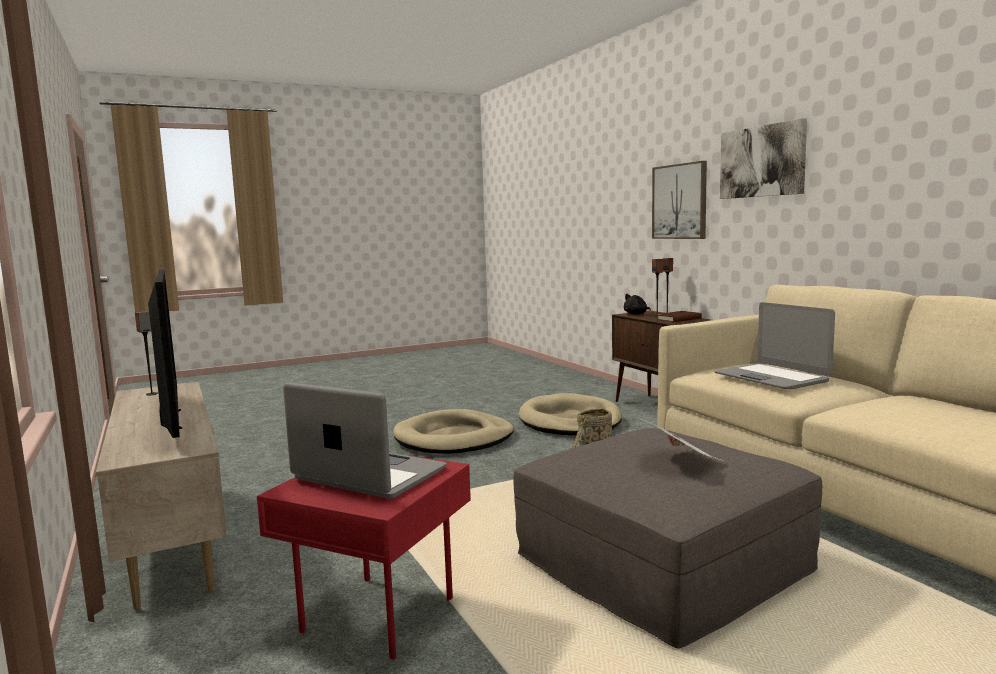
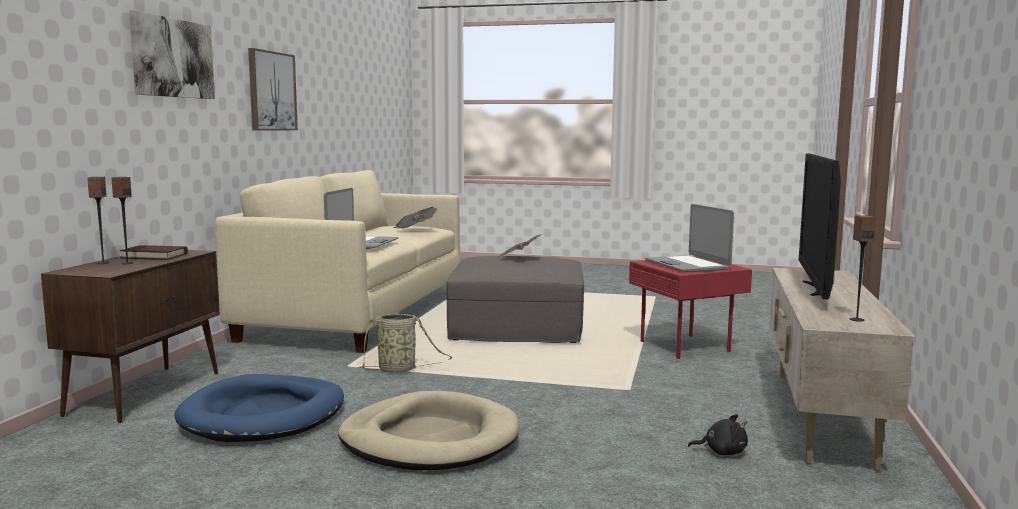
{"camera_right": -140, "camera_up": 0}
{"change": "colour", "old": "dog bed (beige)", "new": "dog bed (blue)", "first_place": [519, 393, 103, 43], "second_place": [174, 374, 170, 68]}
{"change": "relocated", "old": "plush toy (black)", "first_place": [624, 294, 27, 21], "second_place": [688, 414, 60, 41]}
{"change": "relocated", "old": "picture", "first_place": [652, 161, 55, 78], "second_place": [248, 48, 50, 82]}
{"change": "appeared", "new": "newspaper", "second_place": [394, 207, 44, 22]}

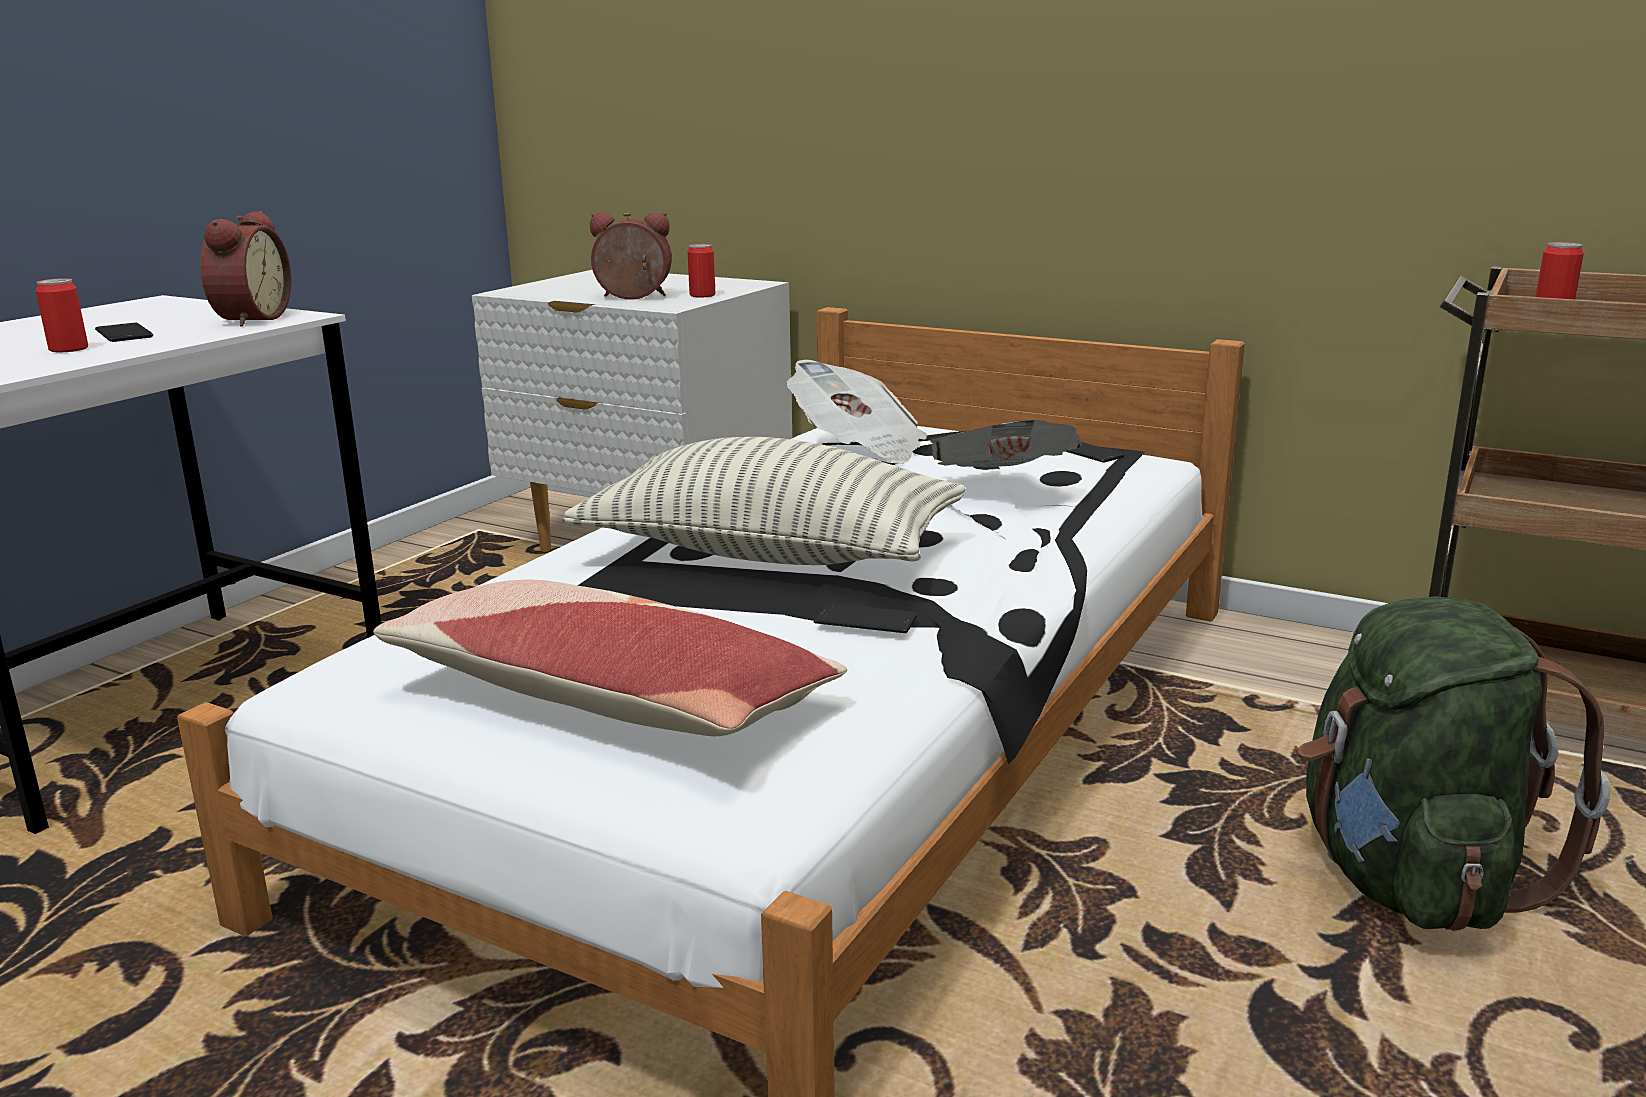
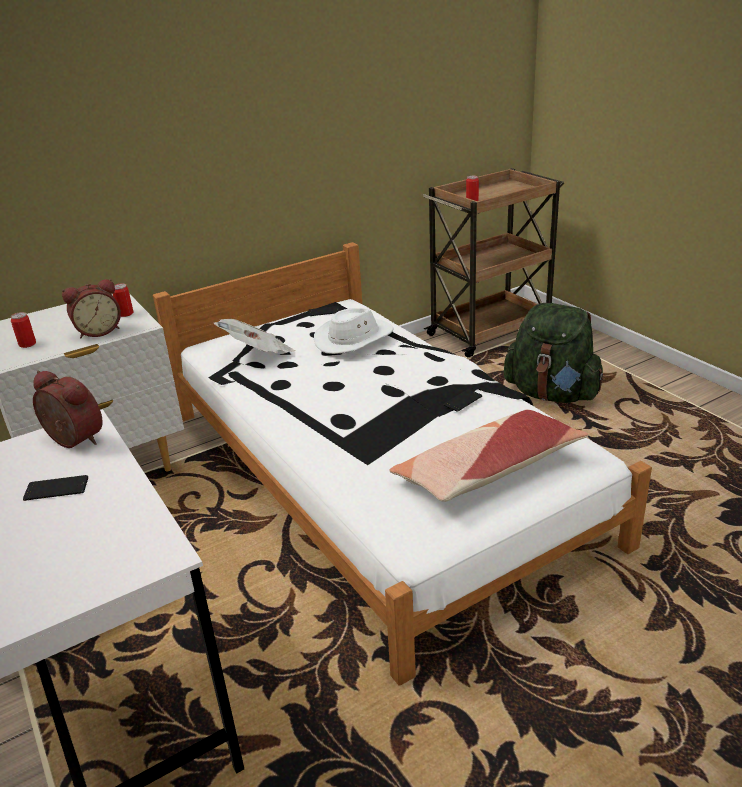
{"camera_right": -60, "camera_up": 10}
{"change": "relocated", "old": "can", "first_place": [36, 278, 52, 75], "second_place": [11, 312, 25, 36]}
{"change": "missing", "old": "pillow", "first_place": [563, 437, 402, 128]}
{"change": "spun", "old": "alarm clock", "first_place": [590, 212, 82, 88], "second_place": [62, 279, 59, 60], "degrees": -150}
{"change": "exchanged", "old": "newspaper", "new": "hat (white)", "first_place": [930, 420, 152, 47], "second_place": [314, 308, 79, 46]}

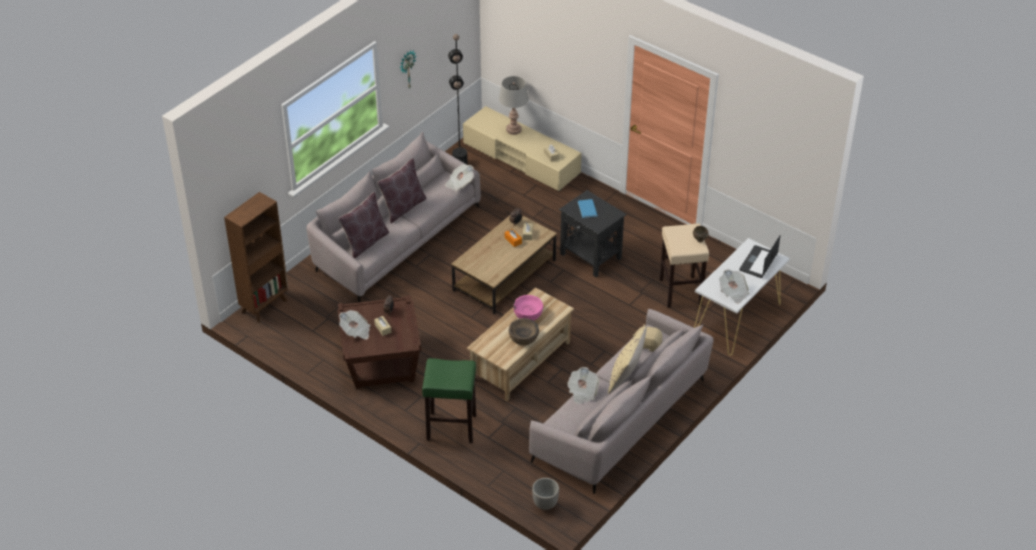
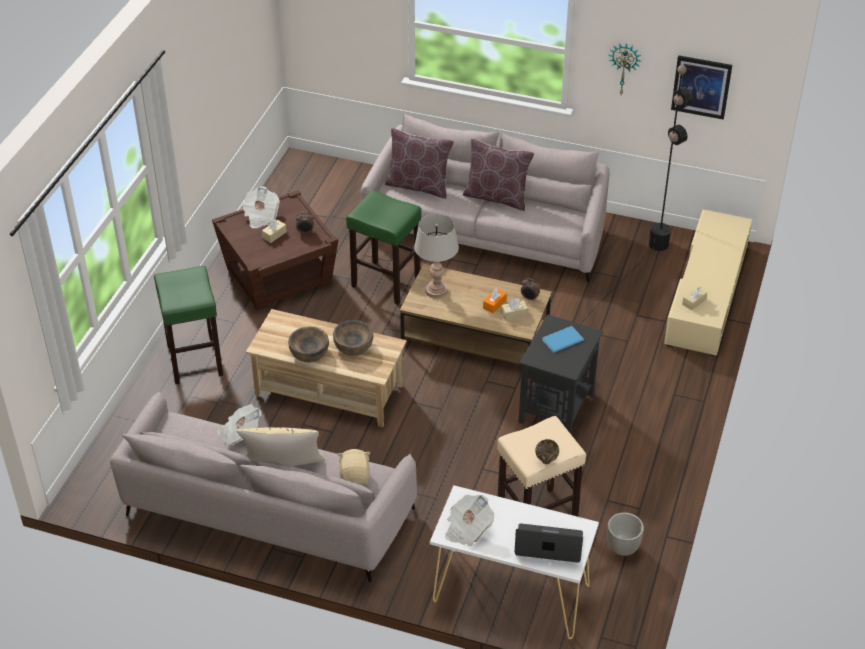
{"camera_right": 70, "camera_up": 0}
{"change": "missing", "old": "bookcase (brown)", "first_place": [224, 192, 64, 131]}
{"change": "missing", "old": "newspaper", "first_place": [445, 164, 29, 27]}
{"change": "relocated", "old": "table lamp (grey)", "first_place": [499, 76, 30, 59], "second_place": [414, 214, 45, 85]}
{"change": "colour", "old": "bowl (pink)", "new": "bowl (brown)", "first_place": [513, 295, 30, 26], "second_place": [333, 320, 40, 36]}
{"change": "relocated", "old": "planter", "first_place": [532, 478, 27, 32], "second_place": [607, 512, 37, 44]}
{"change": "appeared", "new": "stool (green)", "second_place": [346, 190, 75, 115]}
{"change": "appeared", "new": "picture", "second_place": [671, 55, 61, 65]}

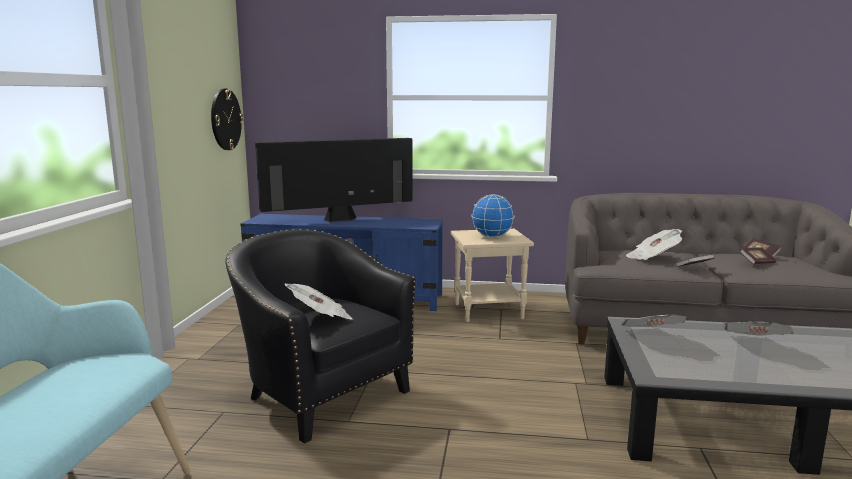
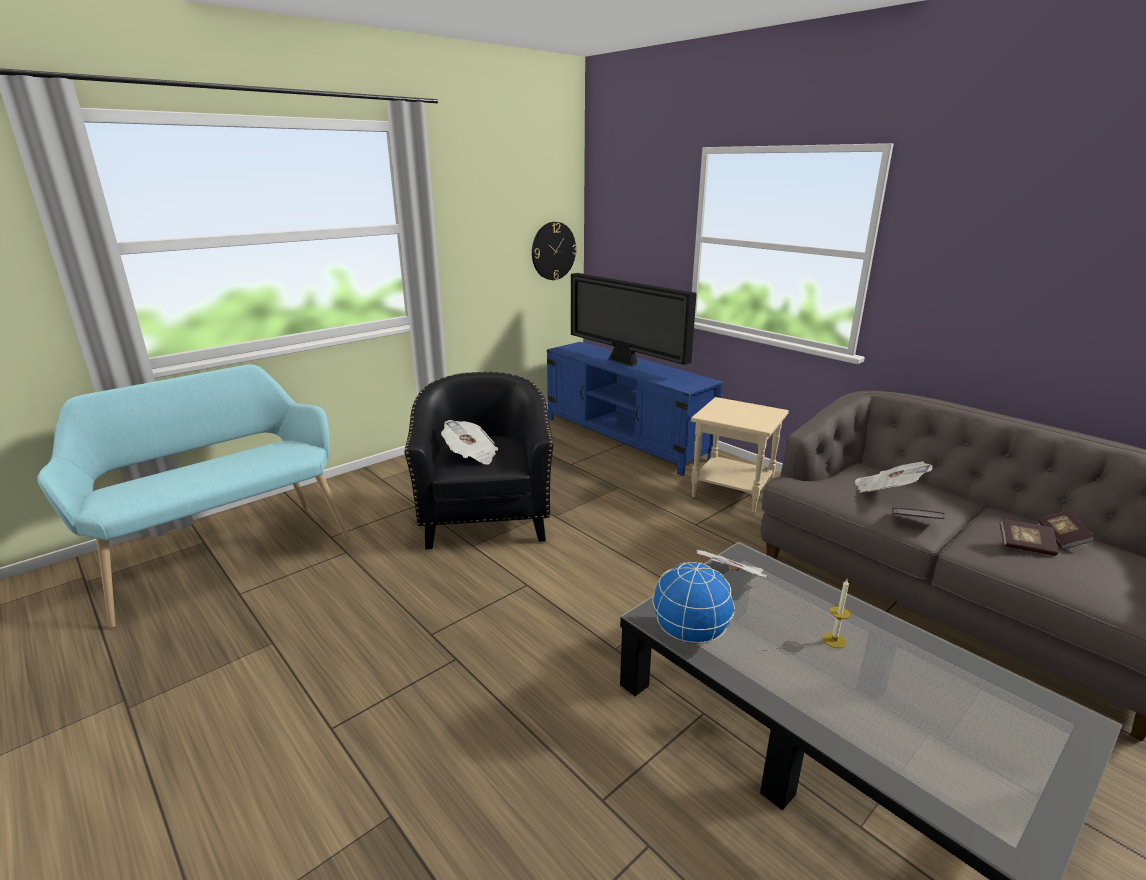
{"camera_right": 40, "camera_up": 10}
{"change": "spun", "old": "television", "first_place": [255, 138, 158, 85], "second_place": [571, 273, 126, 94], "degrees": -150}
{"change": "relocated", "old": "globe", "first_place": [471, 194, 44, 44], "second_place": [652, 562, 83, 82]}
{"change": "exchanged", "old": "newspaper", "new": "candle", "first_place": [723, 322, 71, 14], "second_place": [822, 579, 29, 69]}

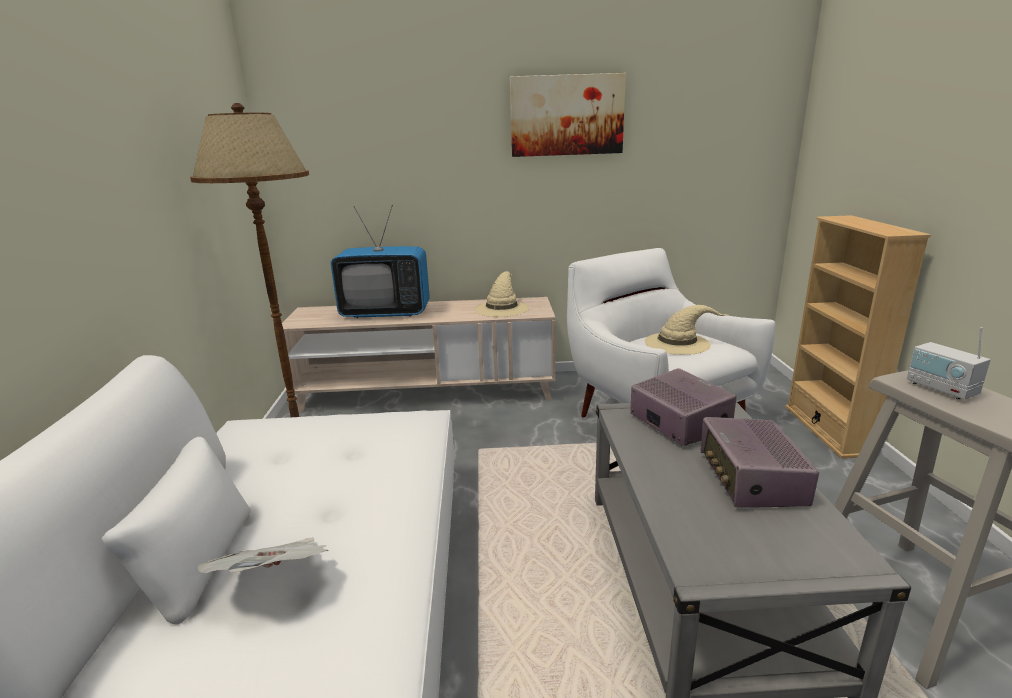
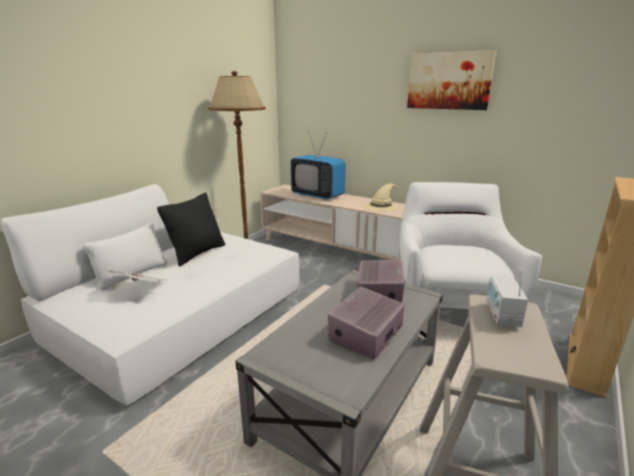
{"camera_right": 35, "camera_up": 0}
{"change": "missing", "old": "hat (beige)", "first_place": [645, 305, 83, 50]}
{"change": "appeared", "new": "pillow (black)", "second_place": [157, 192, 68, 74]}

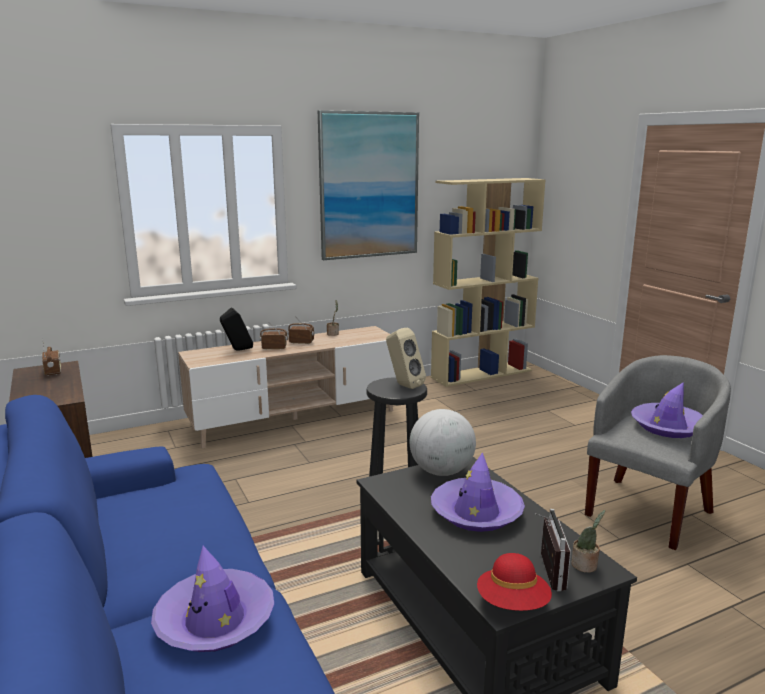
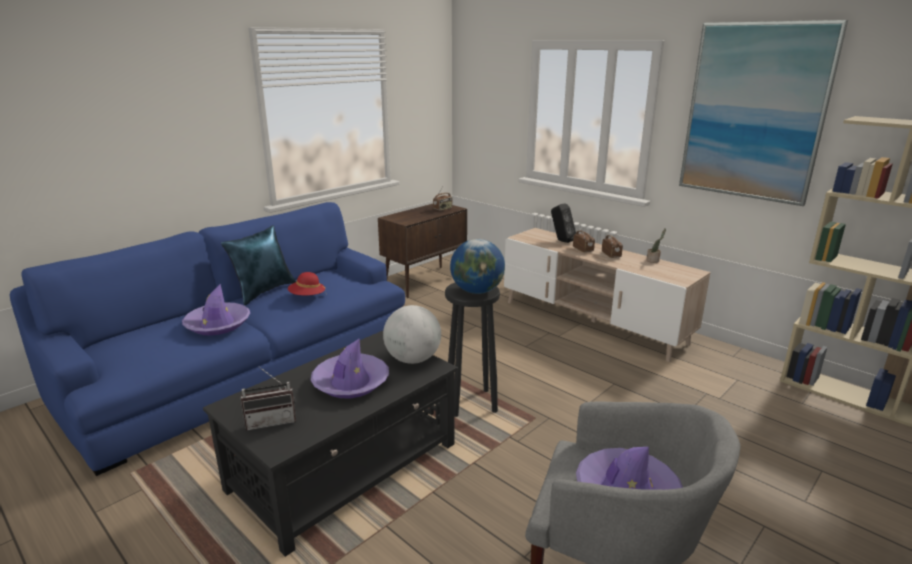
{"camera_right": 70, "camera_up": 5}
{"change": "exchanged", "old": "speaker (beige)", "new": "globe", "first_place": [386, 327, 40, 62], "second_place": [450, 239, 55, 55]}
{"change": "relocated", "old": "hat (red)", "first_place": [477, 553, 75, 58], "second_place": [288, 272, 38, 23]}
{"change": "missing", "old": "potted plant", "first_place": [571, 510, 34, 63]}
{"change": "appeared", "new": "pillow (blue)", "second_place": [221, 225, 75, 80]}

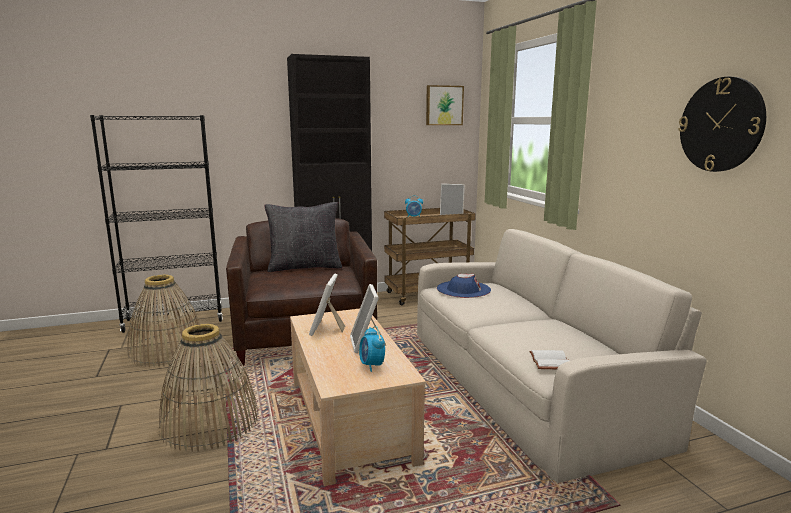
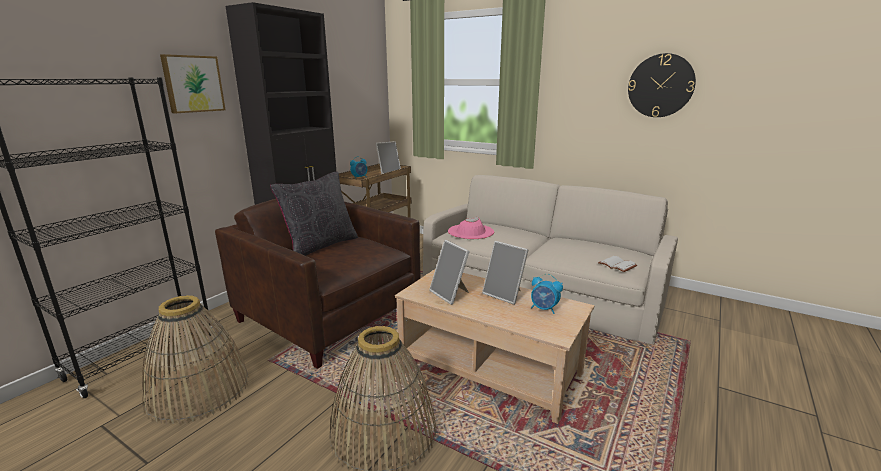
{"camera_right": -40, "camera_up": 5}
{"change": "relocated", "old": "picture", "first_place": [426, 85, 38, 40], "second_place": [160, 54, 66, 59]}
{"change": "colour", "old": "hat (blue)", "new": "hat (pink)", "first_place": [437, 274, 54, 24], "second_place": [448, 217, 46, 22]}

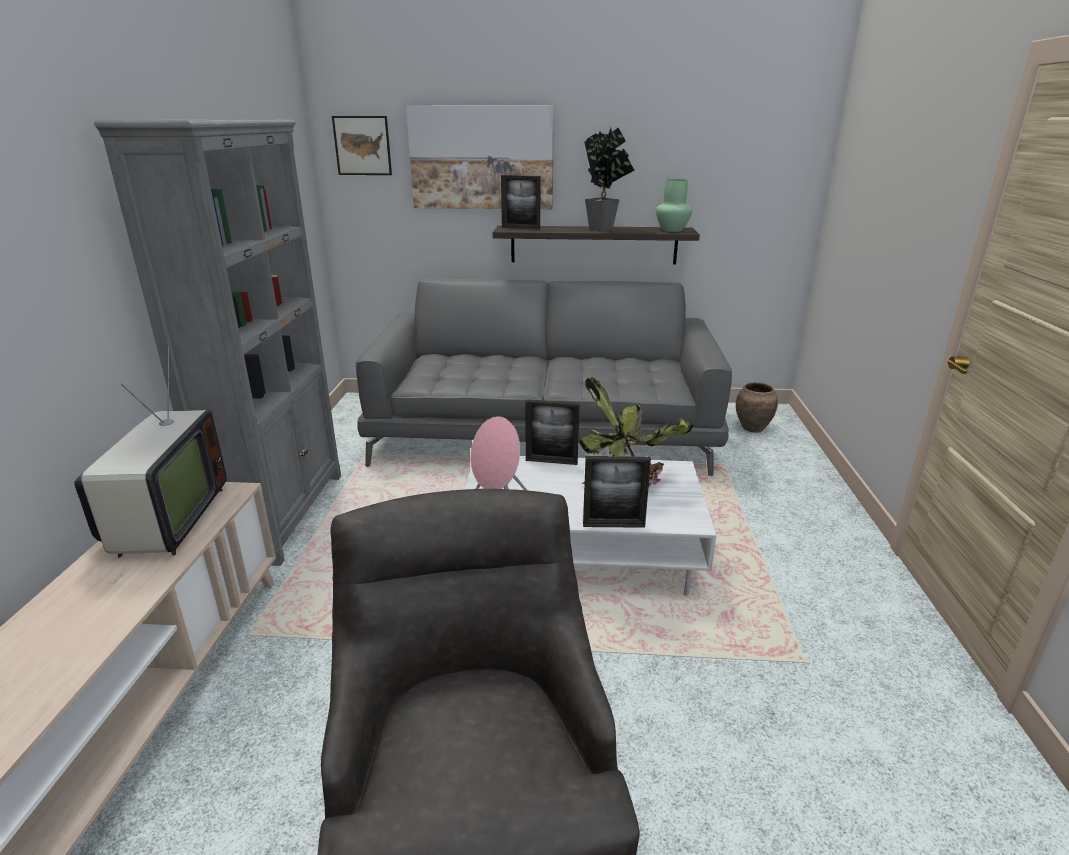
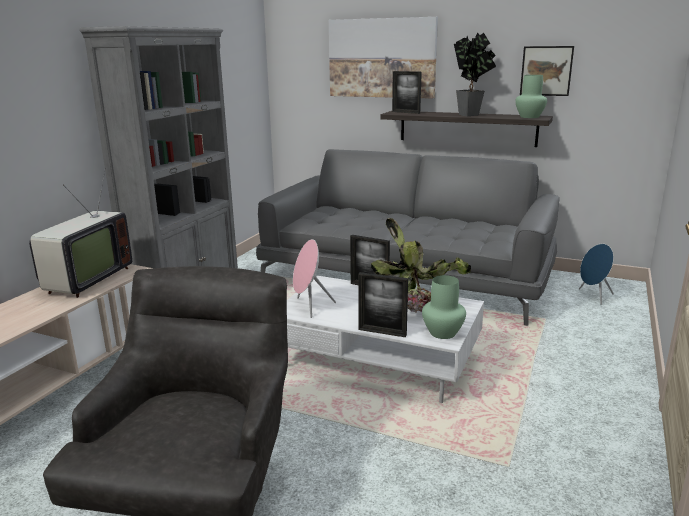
{"camera_right": 20, "camera_up": -5}
{"change": "relocated", "old": "picture", "first_place": [332, 116, 60, 59], "second_place": [520, 46, 54, 50]}
{"change": "exchanged", "old": "vase (brown)", "new": "speaker (blue)", "first_place": [736, 382, 42, 51], "second_place": [579, 244, 35, 61]}
{"change": "appeared", "new": "vase (green)", "second_place": [422, 275, 44, 64]}

